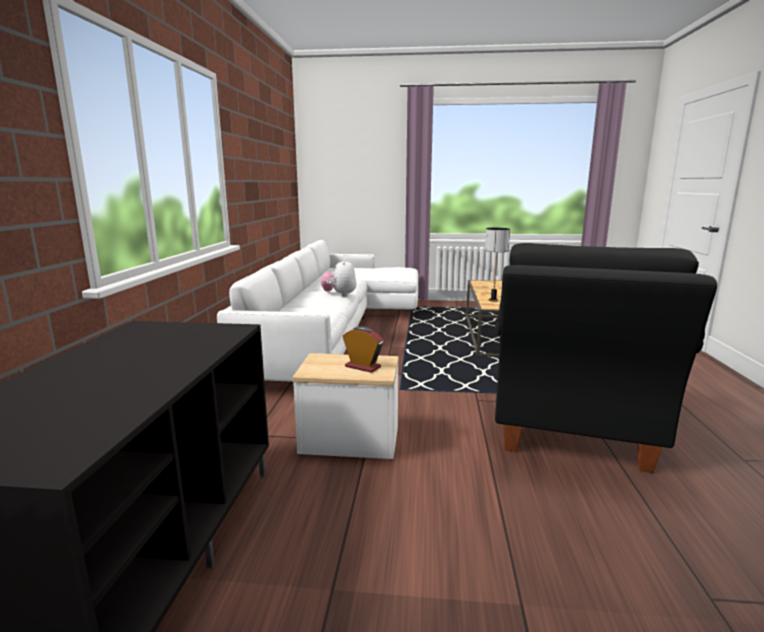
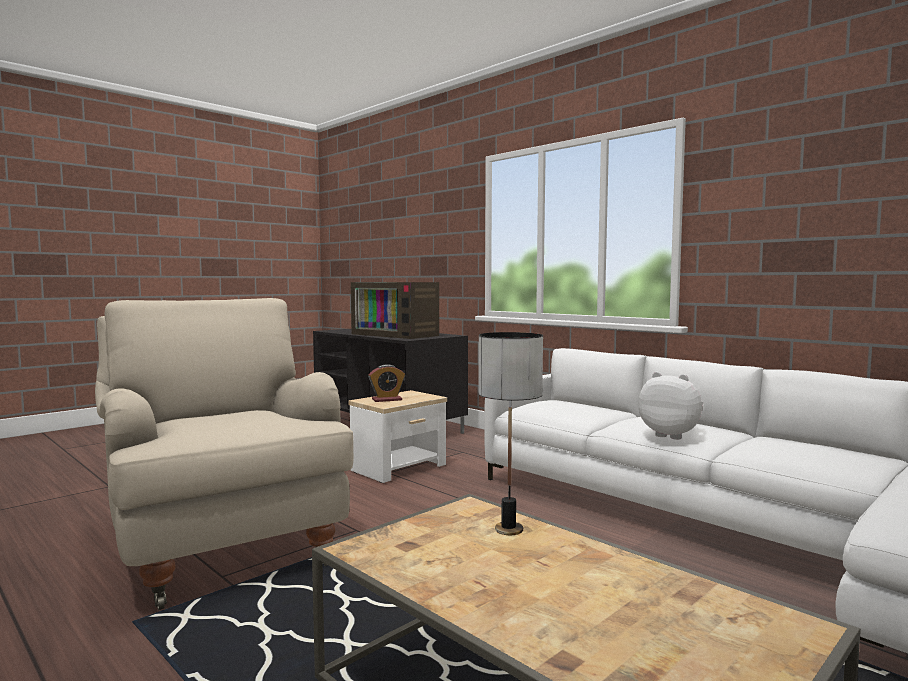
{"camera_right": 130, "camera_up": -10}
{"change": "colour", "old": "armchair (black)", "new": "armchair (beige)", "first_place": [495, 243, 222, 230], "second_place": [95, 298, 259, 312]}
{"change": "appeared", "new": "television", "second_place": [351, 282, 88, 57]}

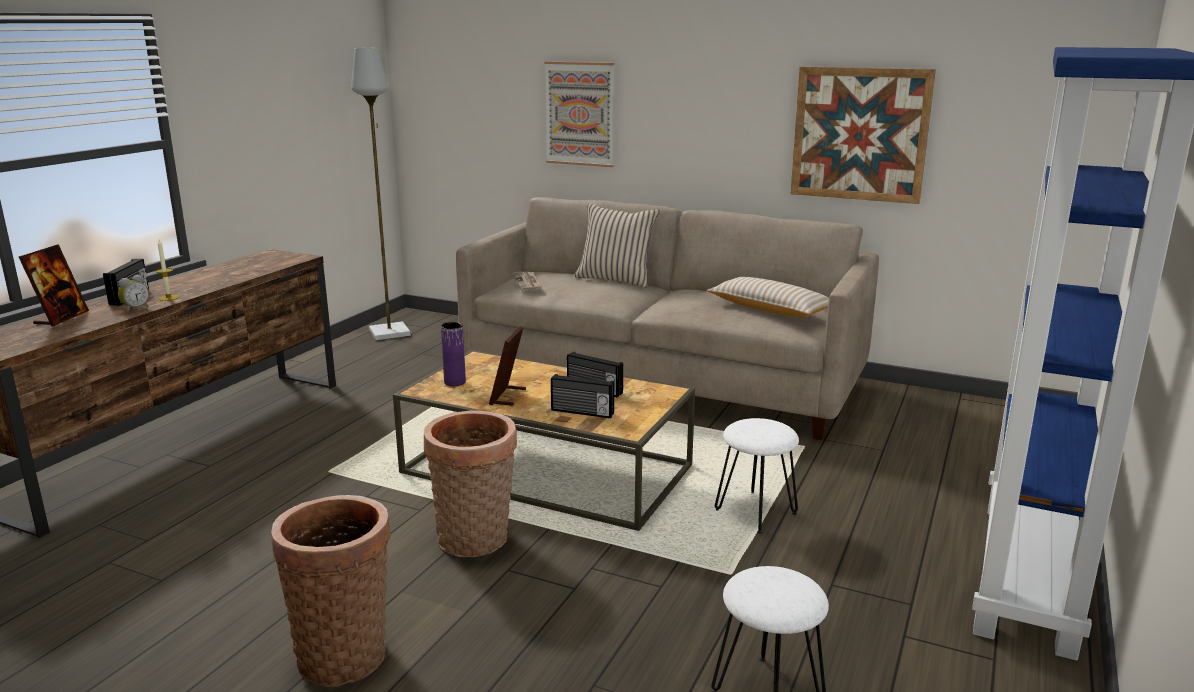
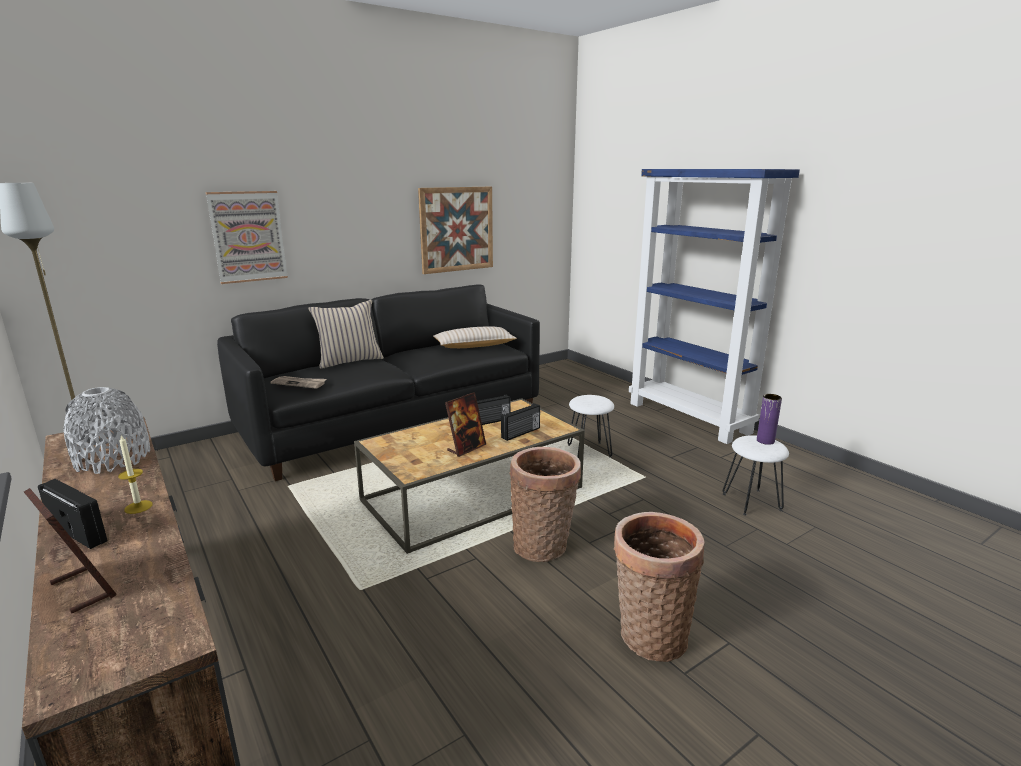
{"camera_right": -60, "camera_up": 0}
{"change": "missing", "old": "alarm clock", "first_place": [118, 275, 31, 37]}
{"change": "relocated", "old": "vase (purple)", "first_place": [441, 322, 25, 64], "second_place": [757, 394, 25, 51]}
{"change": "colour", "old": "sofa (beige)", "new": "sofa (black)", "first_place": [456, 197, 423, 243], "second_place": [217, 285, 323, 196]}
{"change": "spun", "old": "picture frame", "first_place": [489, 326, 37, 80], "second_place": [445, 392, 41, 65], "degrees": -90}
{"change": "appeared", "new": "vase (grey)", "second_place": [63, 387, 87, 87]}

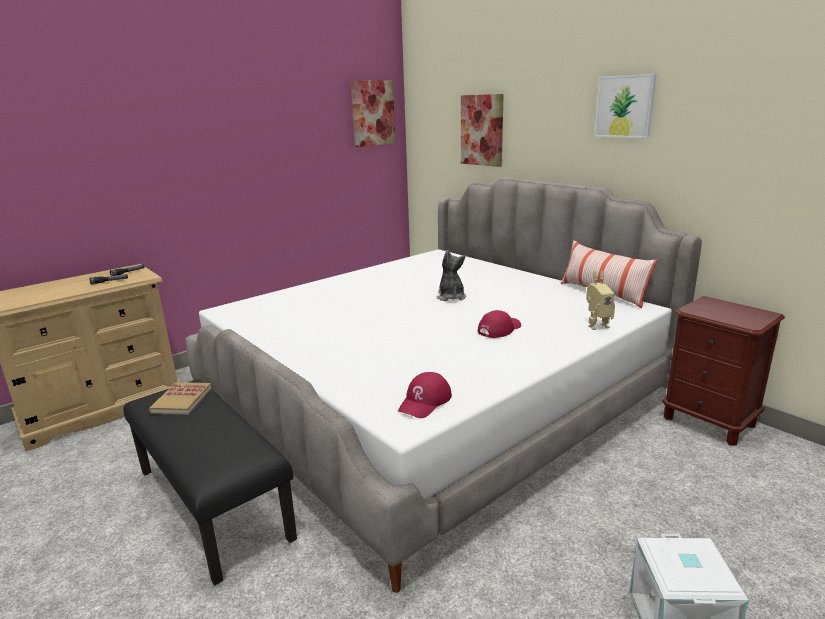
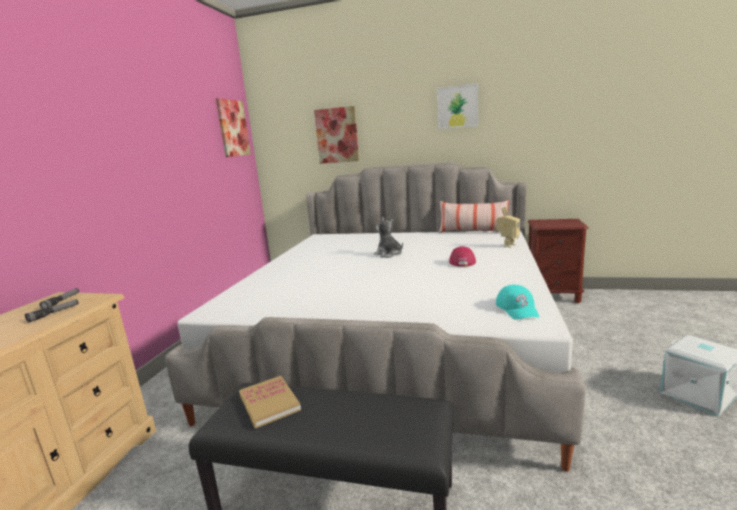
{"camera_right": -35, "camera_up": -5}
{"change": "colour", "old": "cap (red)", "new": "cap (turquoise)", "first_place": [398, 372, 54, 46], "second_place": [496, 285, 44, 35]}

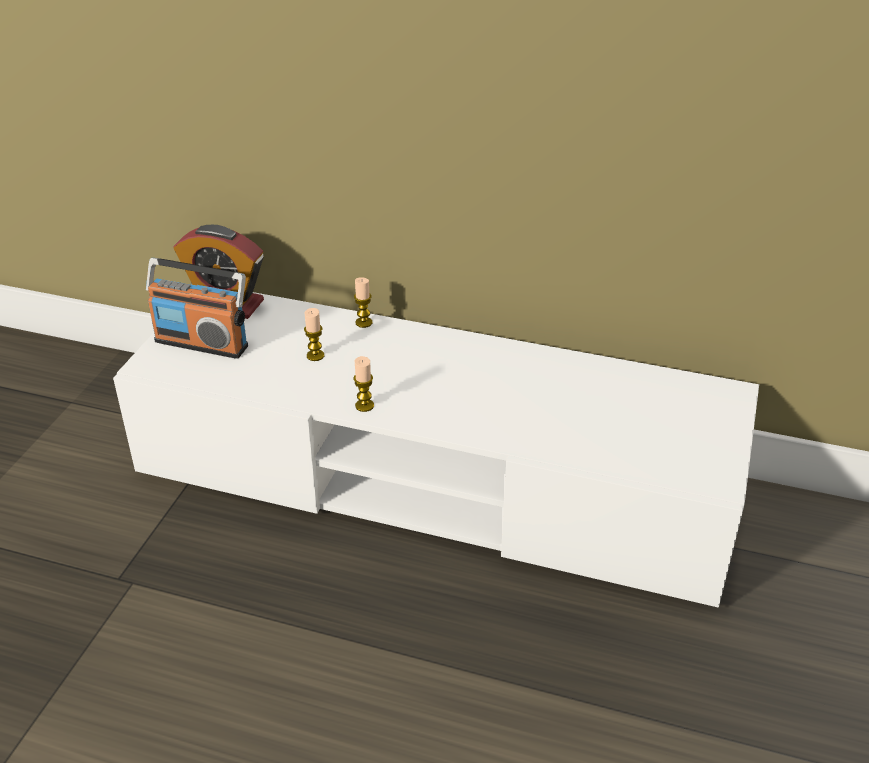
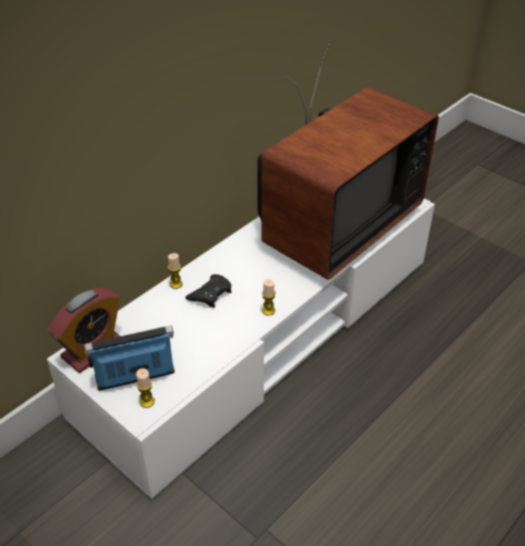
{"camera_right": -65, "camera_up": 5}
{"change": "spun", "old": "radio", "first_place": [146, 258, 102, 101], "second_place": [84, 326, 91, 65], "degrees": -150}
{"change": "relocated", "old": "candle", "first_place": [304, 308, 20, 53], "second_place": [136, 368, 19, 40]}
{"change": "appeared", "new": "game controller (black)", "second_place": [185, 274, 47, 34]}
{"change": "appeared", "new": "television", "second_place": [257, 40, 182, 240]}

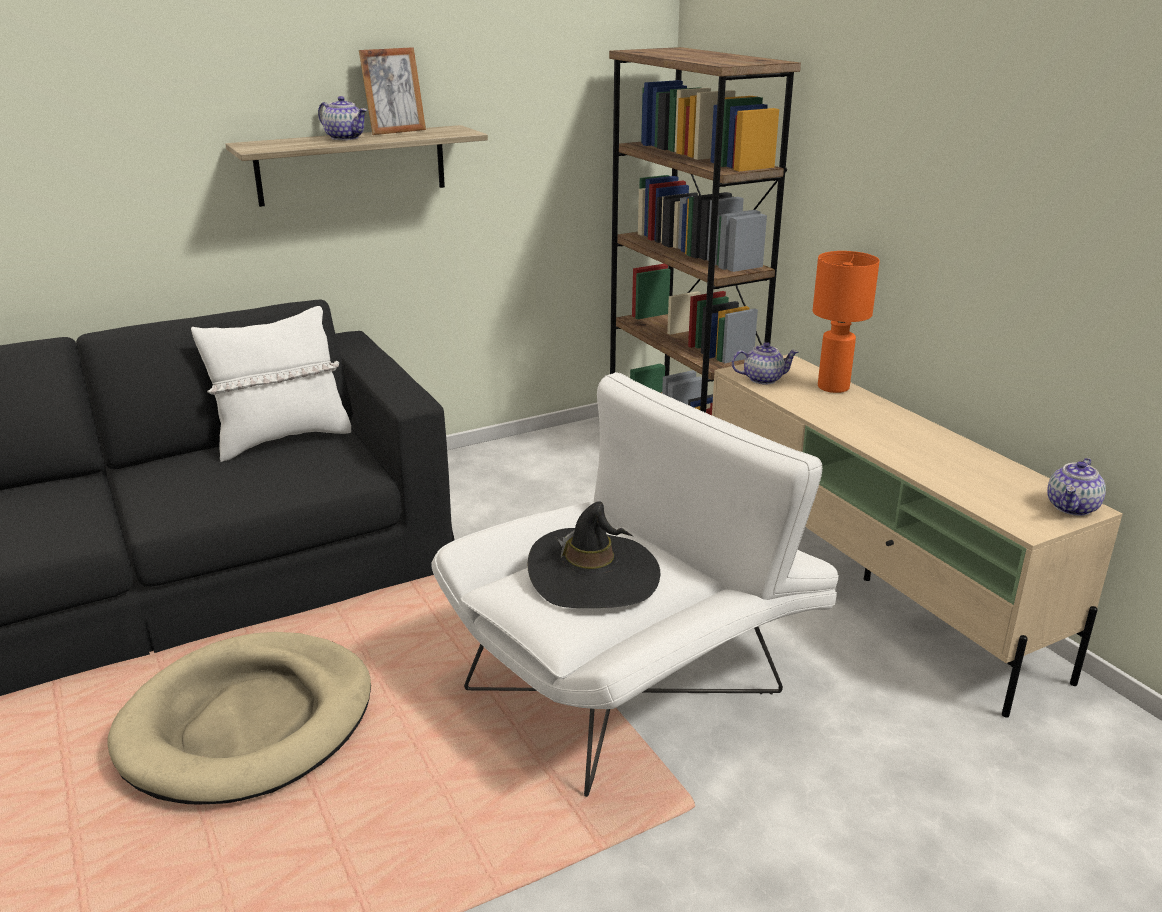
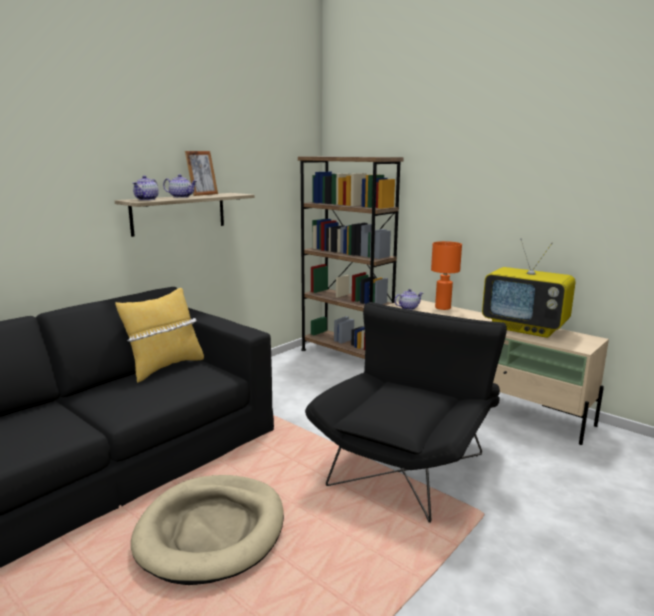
{"camera_right": -20, "camera_up": -10}
{"change": "colour", "old": "pillow (white)", "new": "pillow (yellow)", "first_place": [191, 306, 160, 156], "second_place": [115, 288, 89, 95]}
{"change": "colour", "old": "armchair (white)", "new": "armchair (black)", "first_place": [431, 372, 408, 425], "second_place": [305, 302, 202, 221]}
{"change": "missing", "old": "hat (black)", "first_place": [528, 501, 132, 107]}
{"change": "relocated", "old": "teapot", "first_place": [1047, 458, 59, 58], "second_place": [133, 176, 26, 24]}
{"change": "appeared", "new": "television", "second_place": [482, 238, 94, 100]}

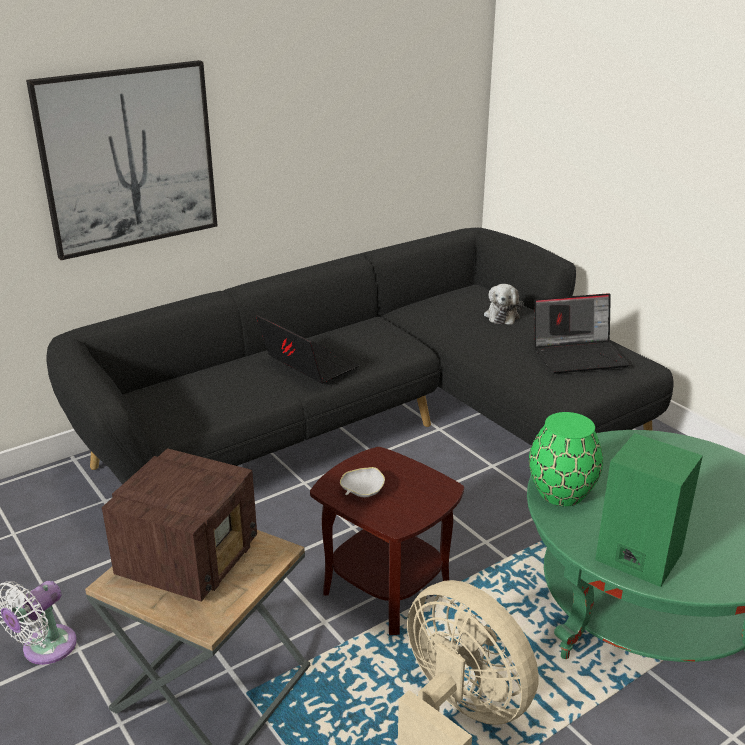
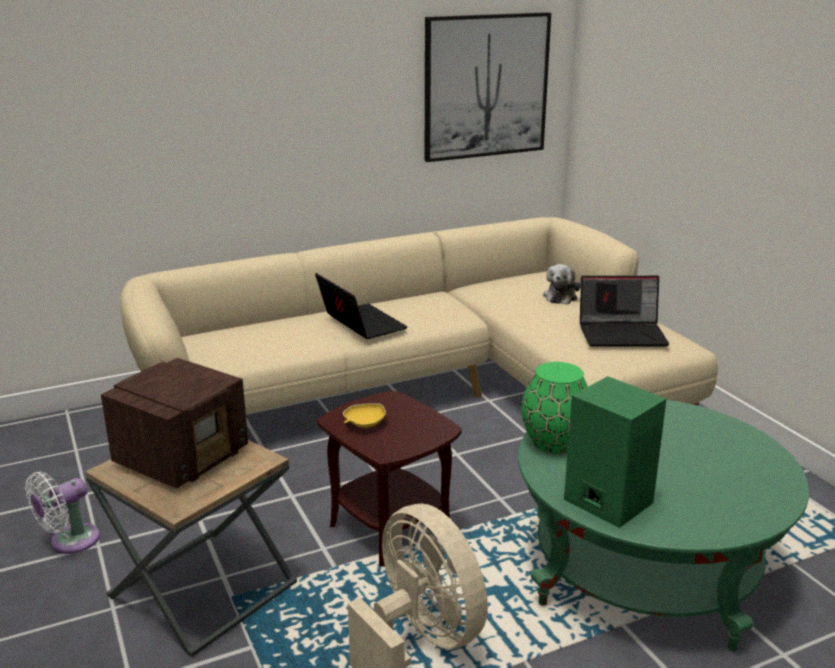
{"camera_right": 10, "camera_up": -5}
{"change": "relocated", "old": "picture", "first_place": [26, 60, 192, 200], "second_place": [425, 12, 126, 150]}
{"change": "colour", "old": "sofa (black)", "new": "sofa (beige)", "first_place": [46, 228, 627, 257], "second_place": [120, 217, 598, 196]}
{"change": "colour", "old": "bowl (white)", "new": "bowl (yellow)", "first_place": [340, 467, 45, 30], "second_place": [343, 403, 43, 25]}

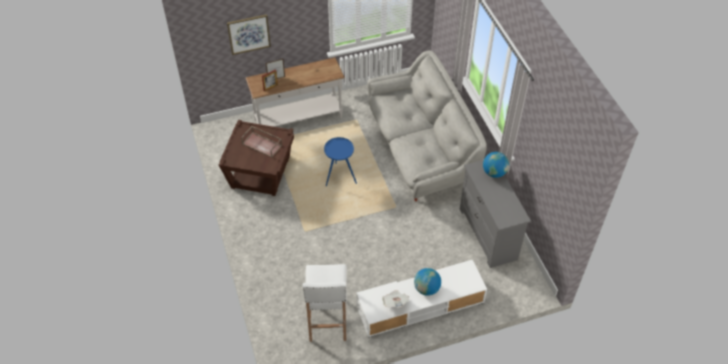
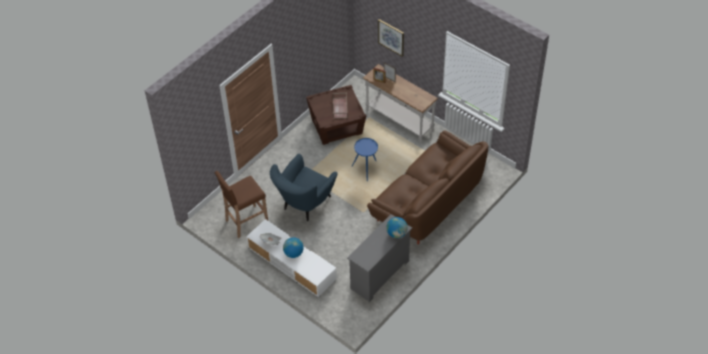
{"camera_right": 60, "camera_up": 0}
{"change": "colour", "old": "stool (white)", "new": "stool (brown)", "first_place": [303, 264, 44, 78], "second_place": [214, 171, 54, 67]}
{"change": "colour", "old": "sofa (grey)", "new": "sofa (brown)", "first_place": [367, 50, 120, 151], "second_place": [367, 130, 121, 115]}
{"change": "appeared", "new": "armchair (blue)", "second_place": [270, 154, 68, 67]}

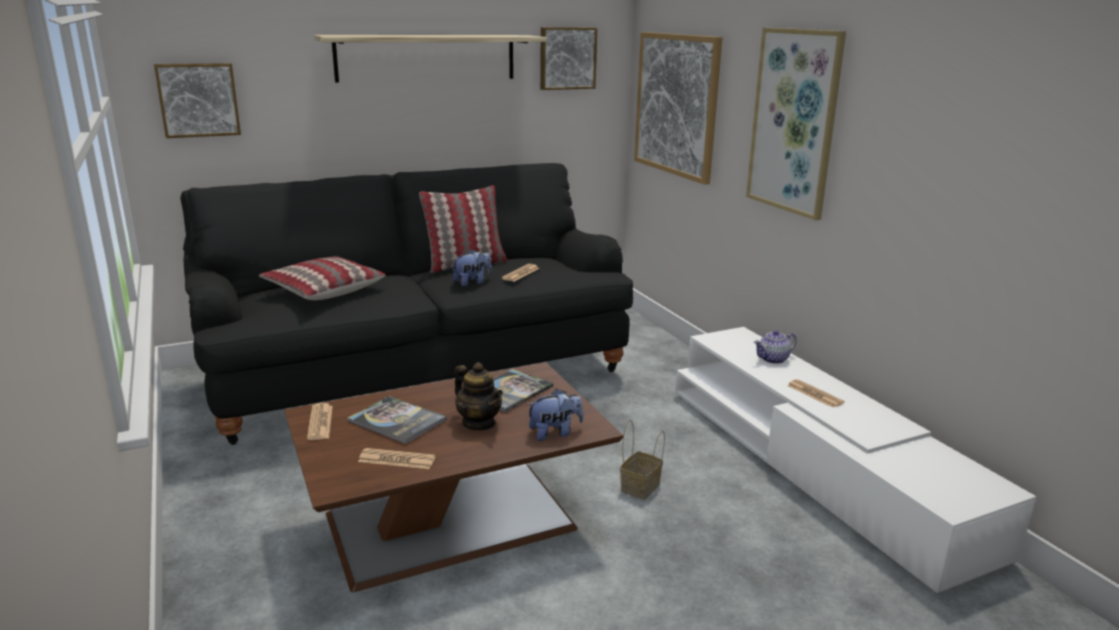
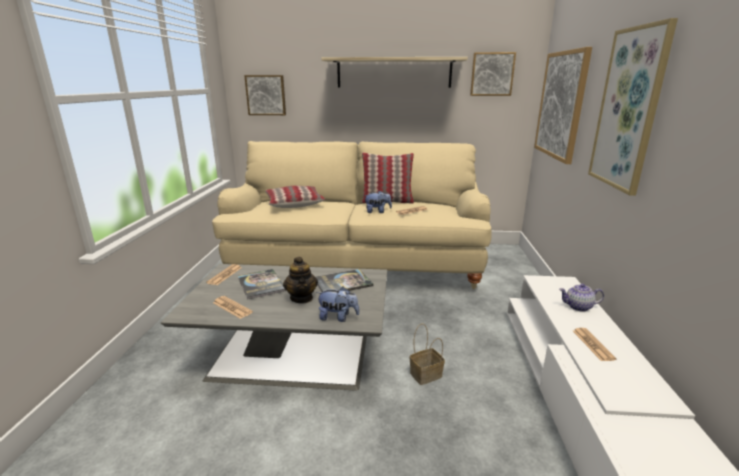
{"camera_right": 30, "camera_up": 0}
{"change": "colour", "old": "sofa (black)", "new": "sofa (beige)", "first_place": [180, 163, 453, 282], "second_place": [212, 141, 280, 148]}
{"change": "colour", "old": "coffee table (brown)", "new": "coffee table (grey)", "first_place": [284, 362, 340, 230], "second_place": [161, 264, 226, 127]}

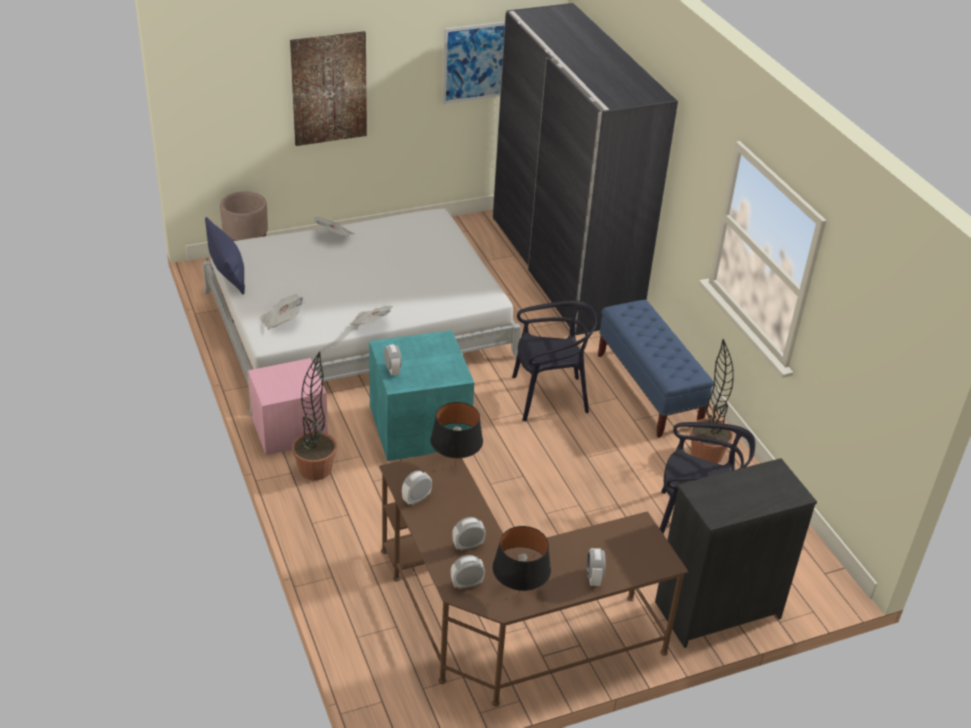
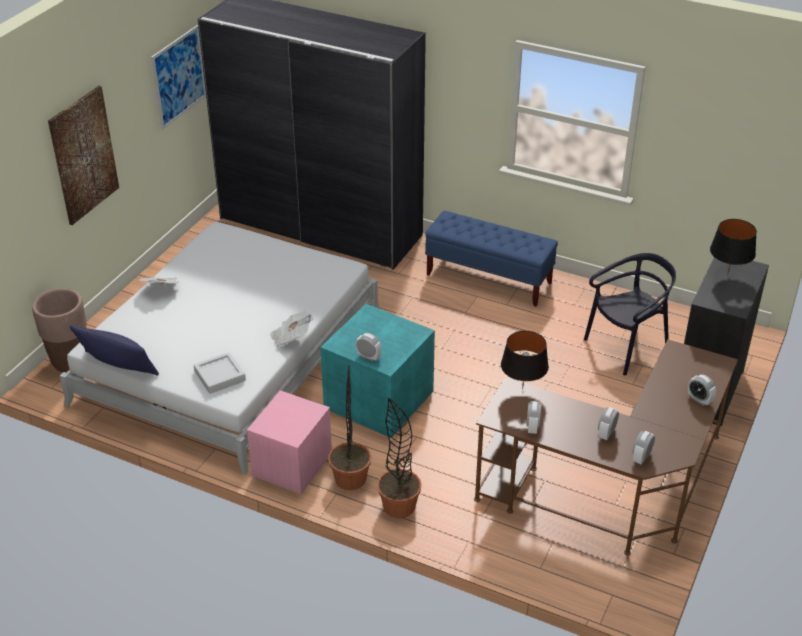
{"camera_right": -40, "camera_up": 0}
{"change": "exchanged", "old": "newspaper", "new": "tray (grey)", "first_place": [260, 294, 45, 35], "second_place": [194, 352, 52, 42]}
{"change": "relocated", "old": "table lamp (black)", "first_place": [493, 526, 58, 68], "second_place": [710, 219, 47, 57]}
{"change": "missing", "old": "chair (black)", "first_place": [512, 301, 85, 120]}
{"change": "relocated", "old": "potted plant", "first_place": [690, 339, 44, 125], "second_place": [377, 397, 45, 121]}

